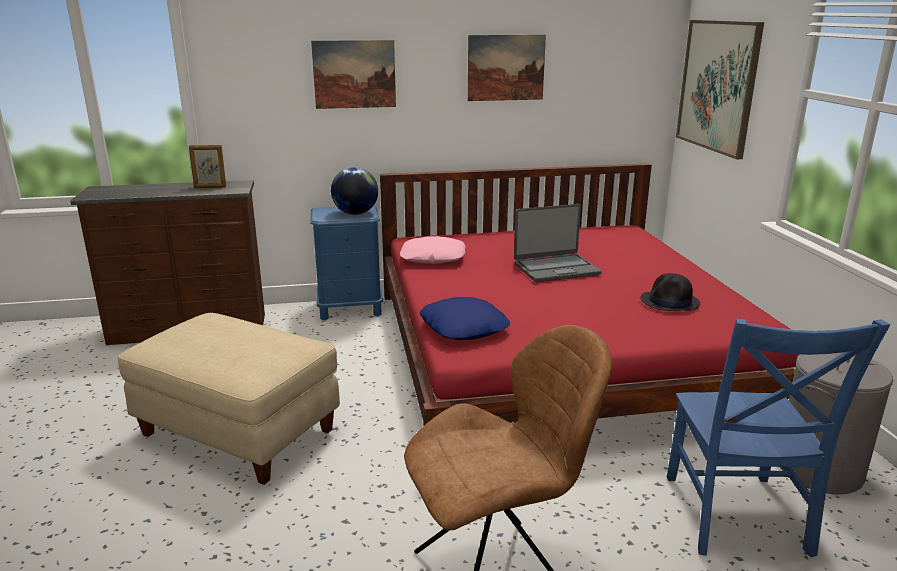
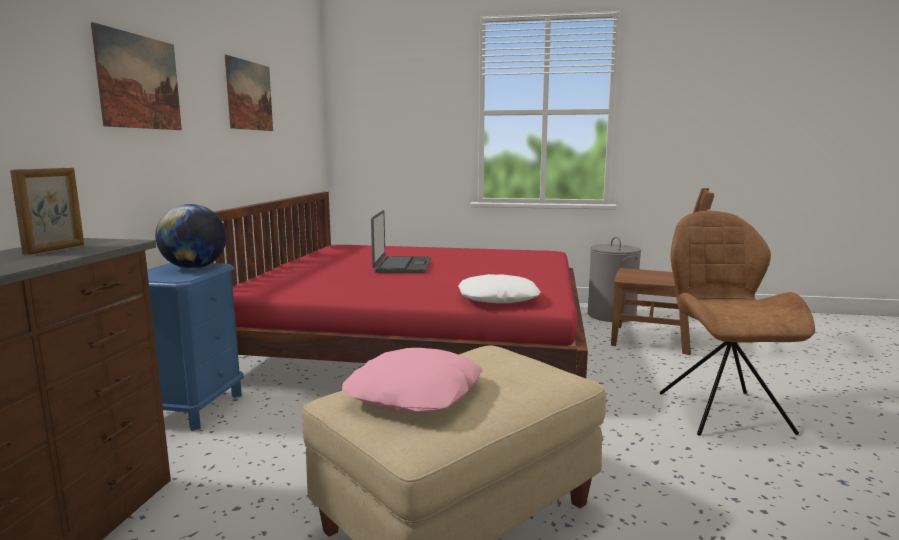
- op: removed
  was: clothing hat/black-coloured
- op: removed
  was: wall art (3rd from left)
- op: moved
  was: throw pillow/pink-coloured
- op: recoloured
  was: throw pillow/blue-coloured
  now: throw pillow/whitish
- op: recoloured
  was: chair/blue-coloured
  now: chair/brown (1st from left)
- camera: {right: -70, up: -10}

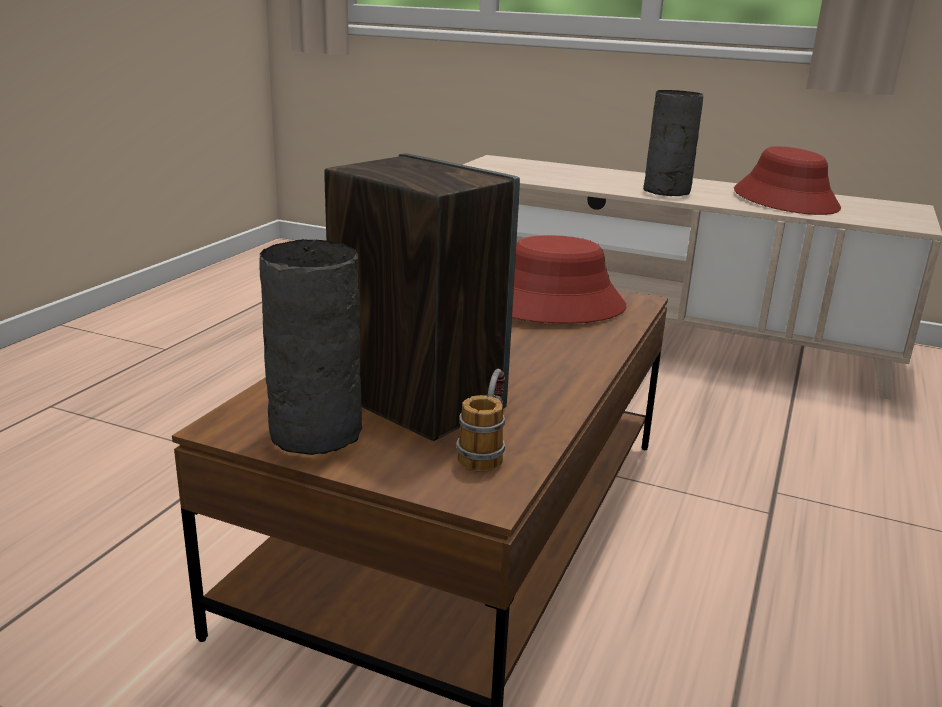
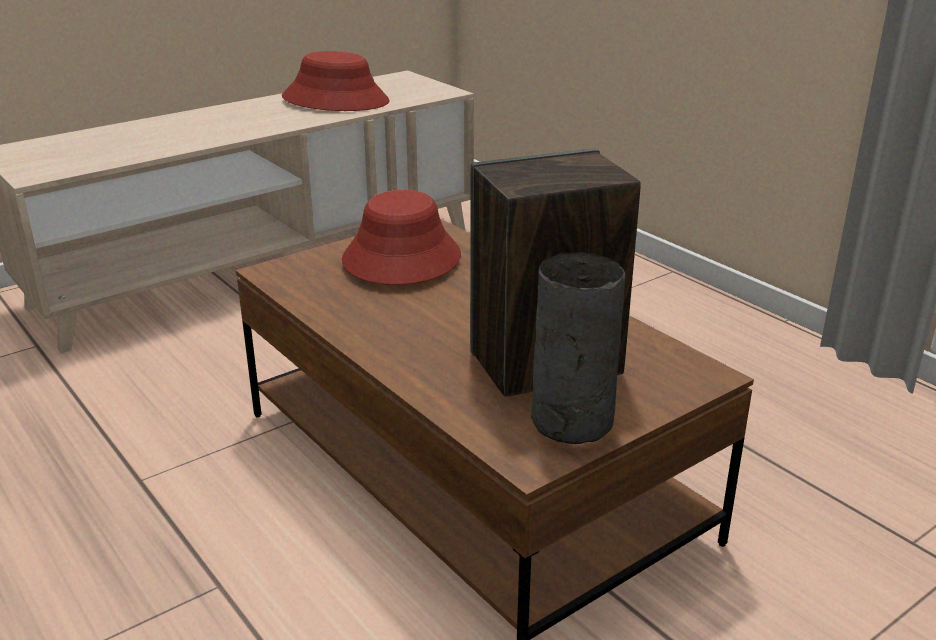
- op: removed
  was: coffee mug
- op: removed
  was: decorative vase/greyish (2nd from left)
- camera: {right: -60, up: 5}

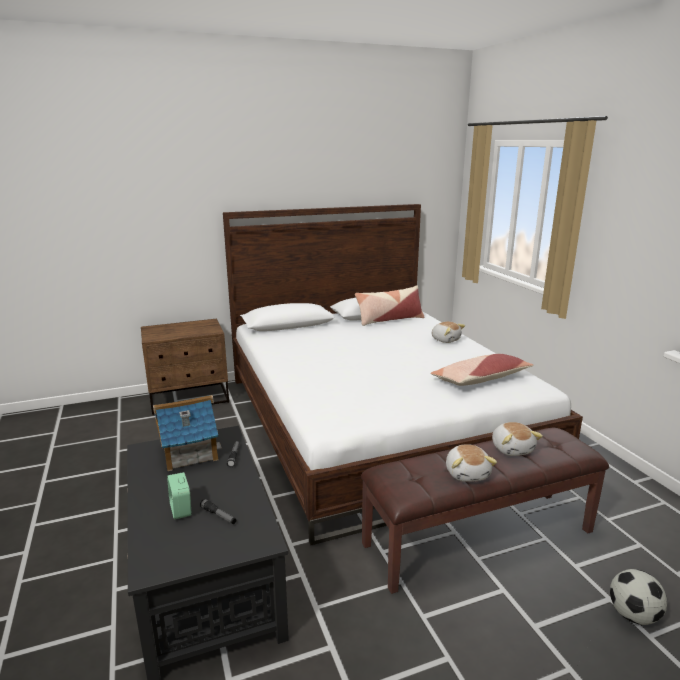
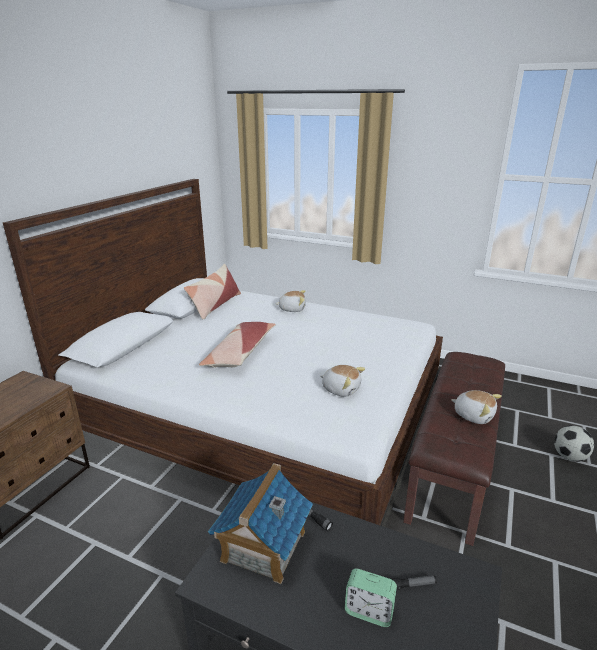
- op: moved
  was: throw pillow (2nd from left)
- op: moved
  was: cuddly toy (3rd from left in the first image)
  now: cuddly toy (2nd from left)
- camera: {right: -45, up: 5}

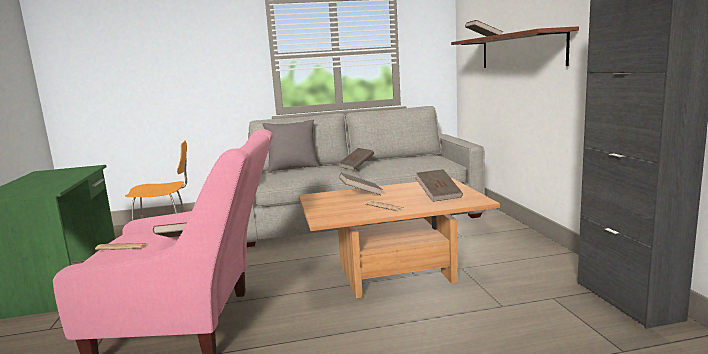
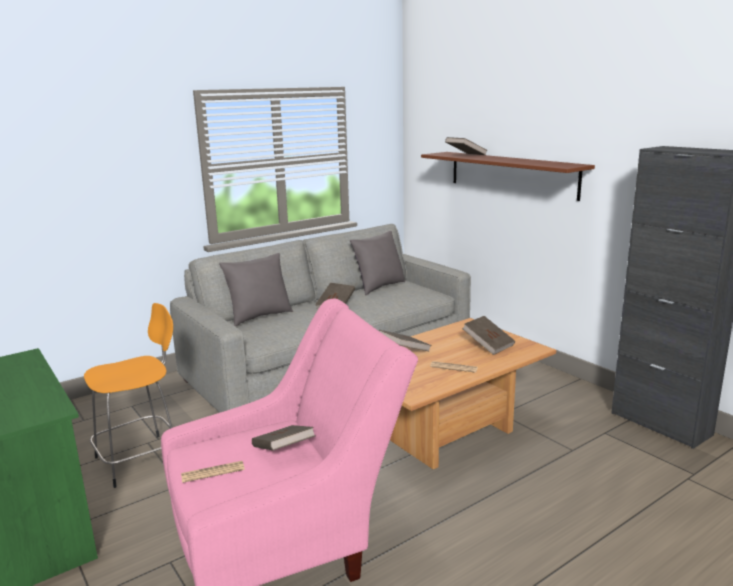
- op: added
  now: throw pillow/greyish (2nd from left)
- camera: {right: -25, up: 5}

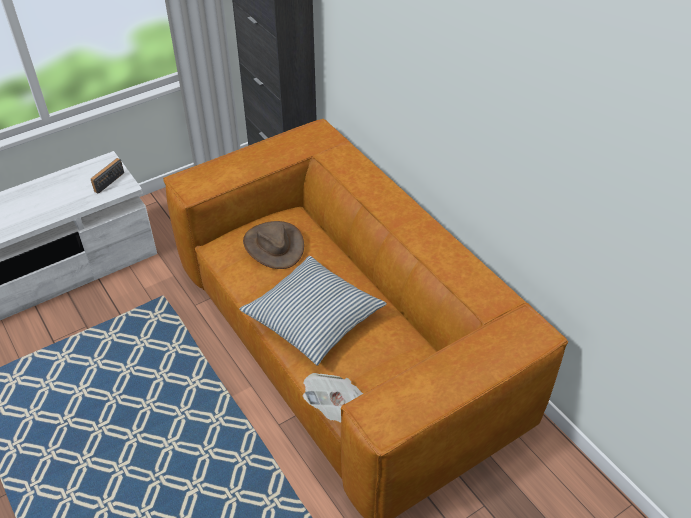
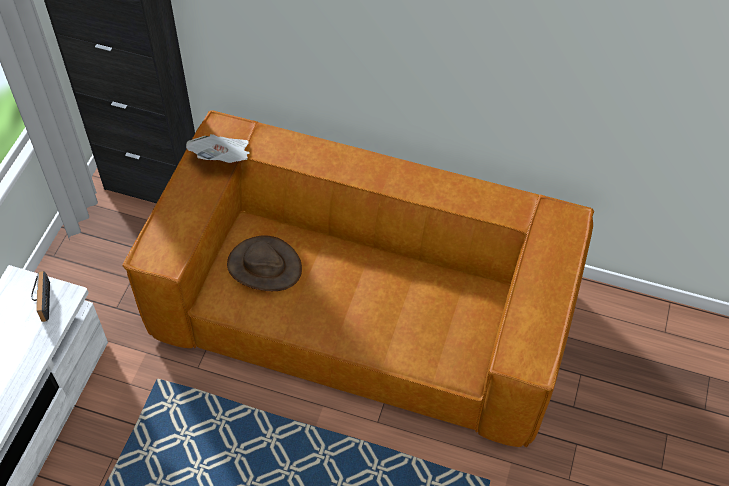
- op: removed
  was: throw pillow
- op: moved
  was: newspaper
- camera: {right: -40, up: 10}

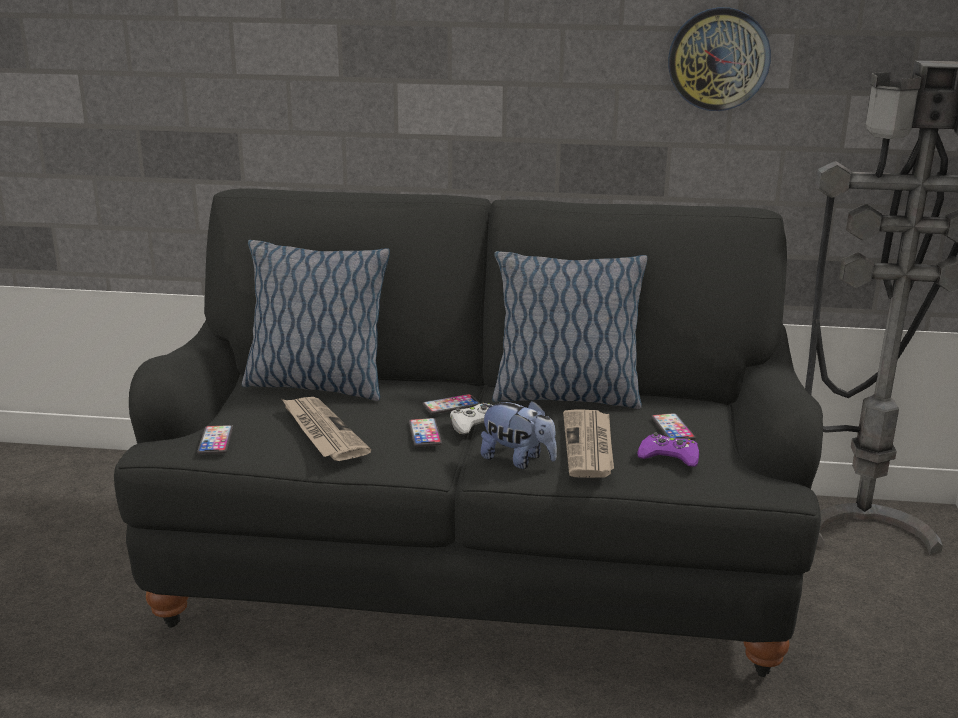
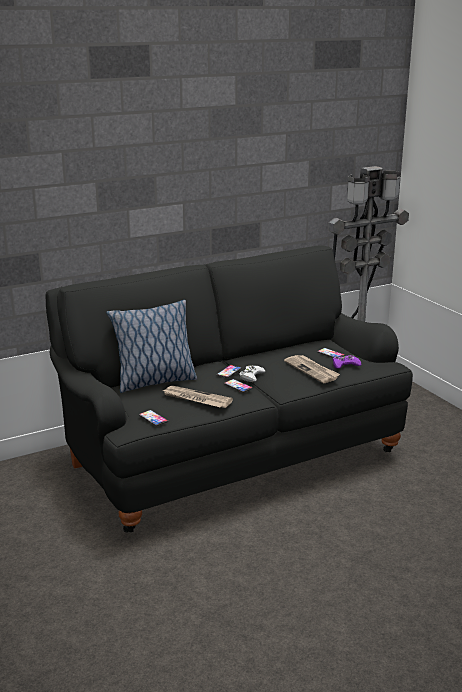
- op: removed
  was: cuddly toy
- op: removed
  was: throw pillow (2nd from left)
- op: removed
  was: wall clock
- camera: {right: -35, up: 0}

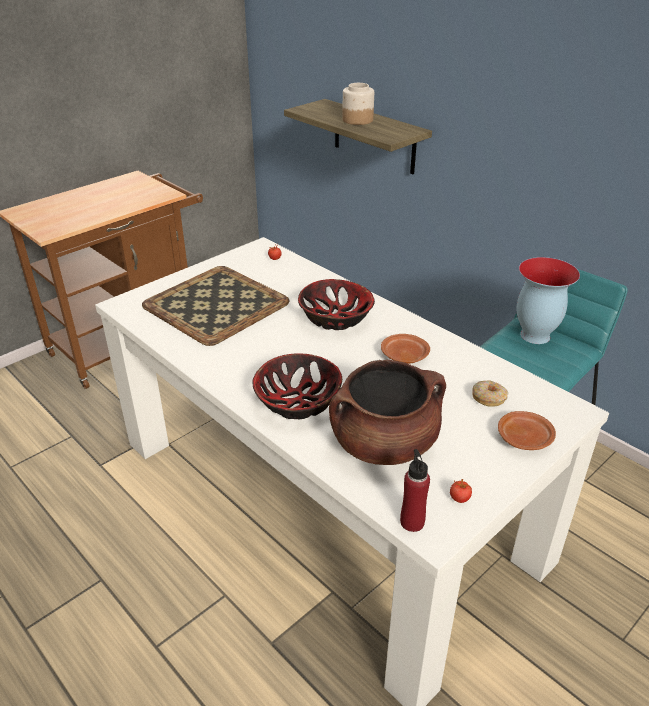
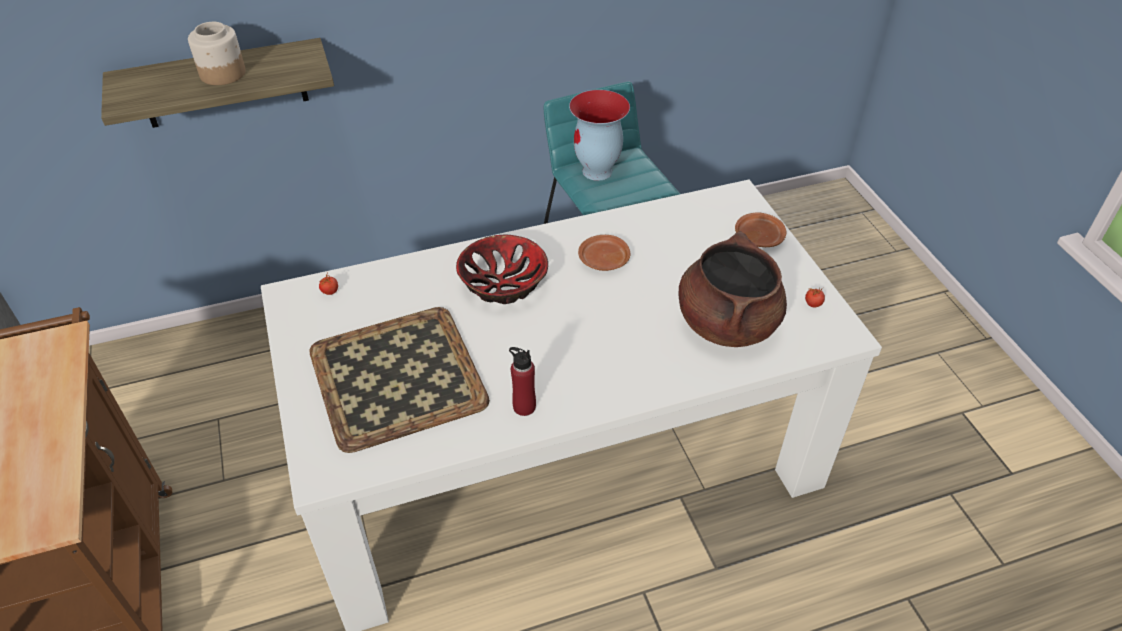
- op: removed
  was: serving bowl (1st from left)
- op: removed
  was: doughnut
- op: moved
  was: beverage bottle/reddish
- camera: {right: -65, up: 10}

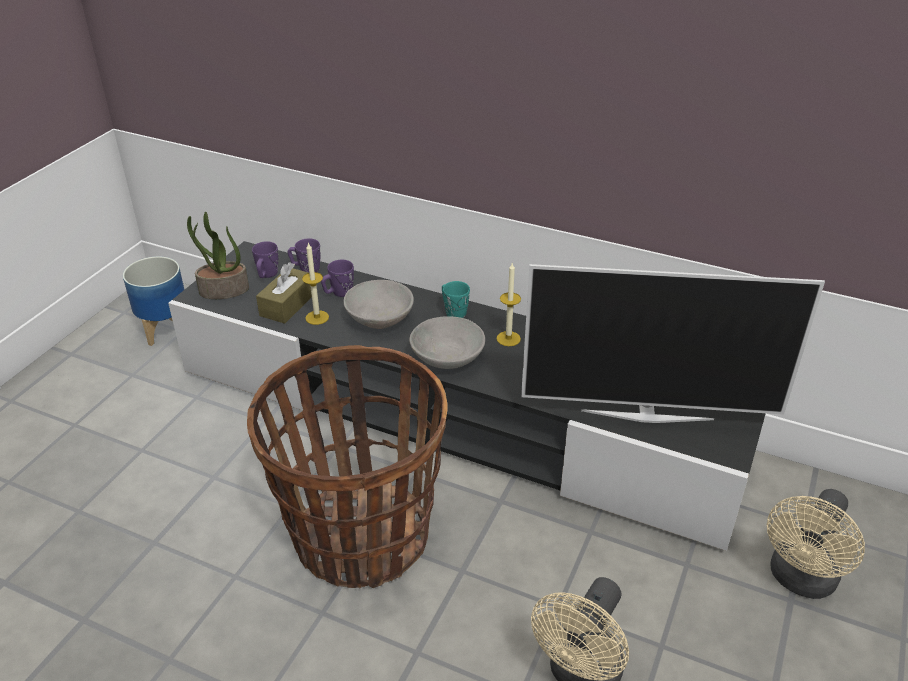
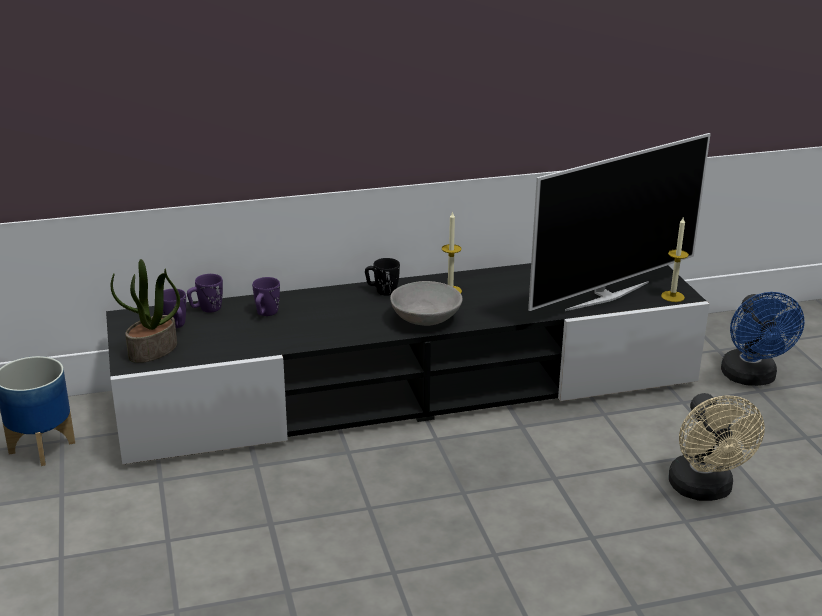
- op: removed
  was: storage basket
- op: removed
  was: tissue box/brown
- op: removed
  was: serving bowl/greyish (1st from left)
- op: moved
  was: candle (1st from left in the first image)
  now: candle (2nd from left)
- op: recoloured
  was: coffee mug/turquoise-coloured
  now: coffee mug/black-coloured
- op: recoloured
  was: electric fan/beige (2nd from left)
  now: electric fan/blue-coloured
- camera: {right: -40, up: -10}

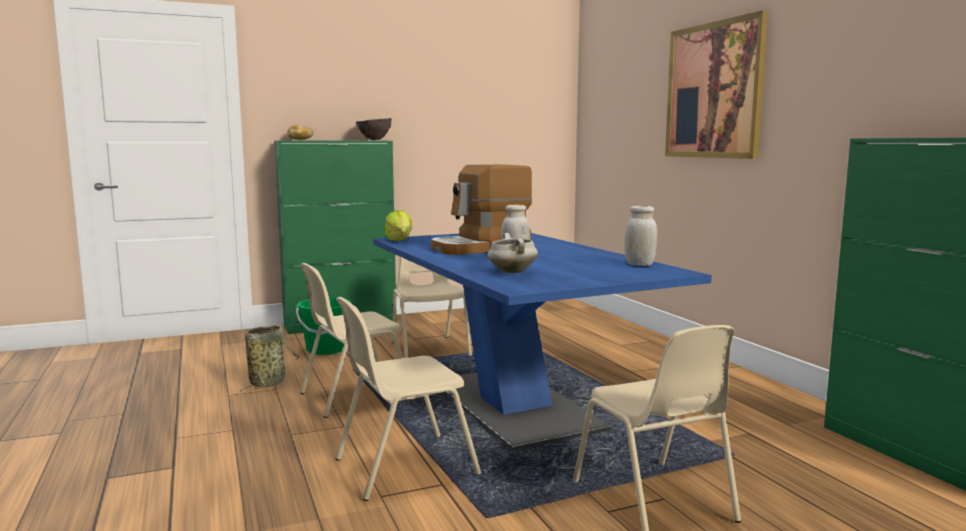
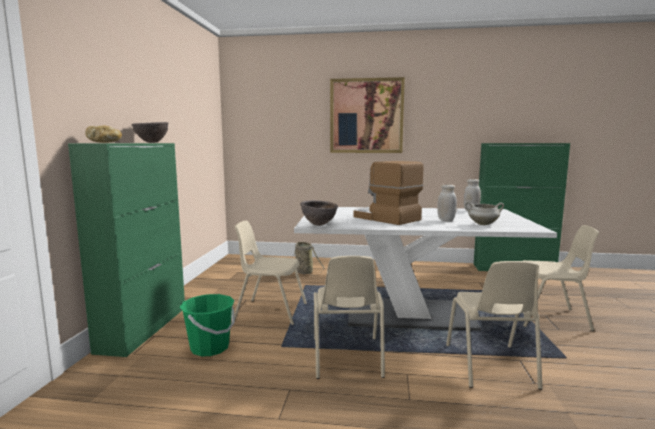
- op: moved
  was: storage basket
- op: replaced
  was: lettuce
  now: serving bowl/brown (2nd from left)
- op: recoloured
  was: kitchen table/blue-coloured
  now: kitchen table/whitish
- op: turned
  was: coffee maker
  clockwise: 135
- camera: {right: -60, up: 0}

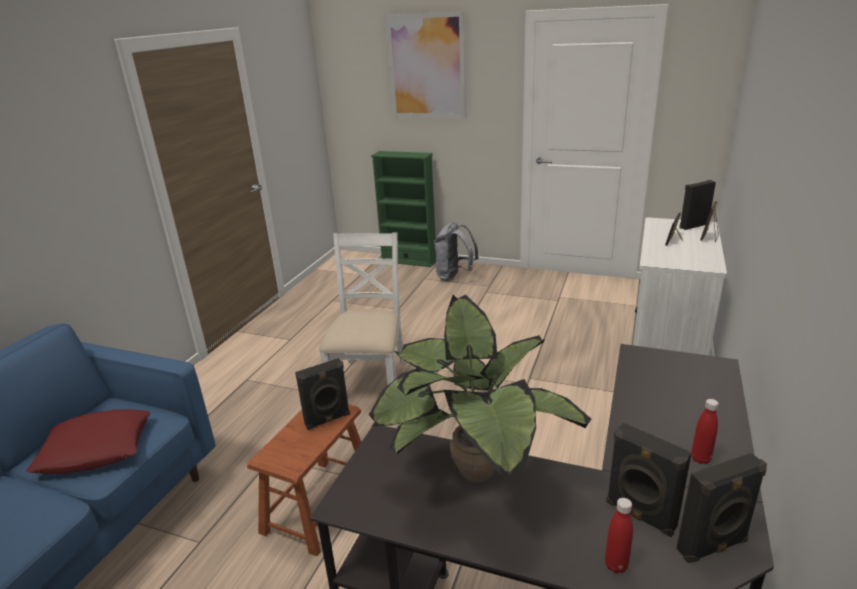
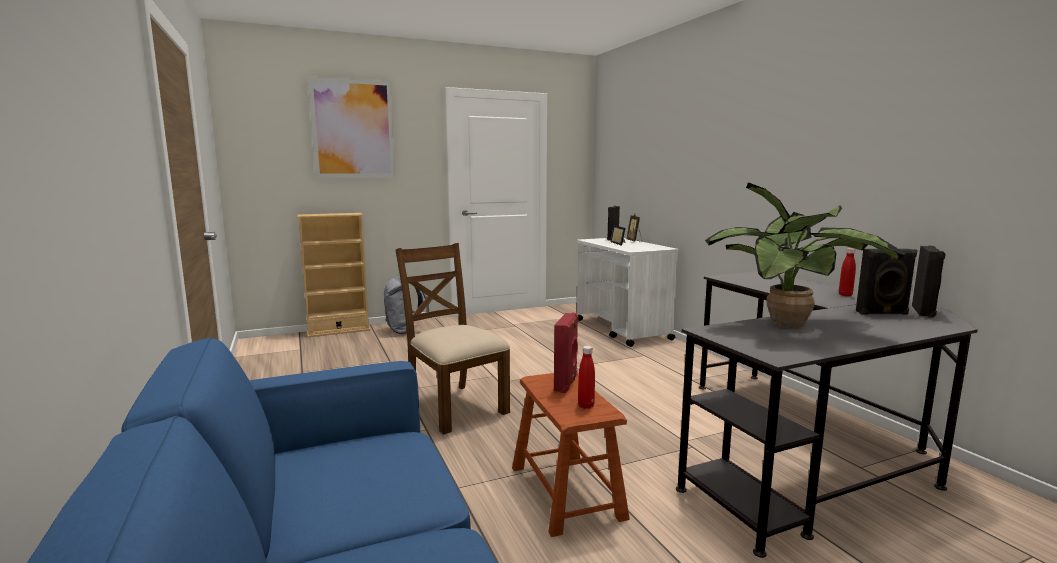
- op: removed
  was: throw pillow/reddish
- op: moved
  was: beverage bottle/reddish (1st from left)
- op: recoloured
  was: speaker/black-coloured (1st from left)
  now: speaker/reddish
- op: recoloured
  was: chair/whitish
  now: chair/brown
- op: recoloured
  was: bookshelf/greenish
  now: bookshelf/beige
- camera: {right: -45, up: -15}

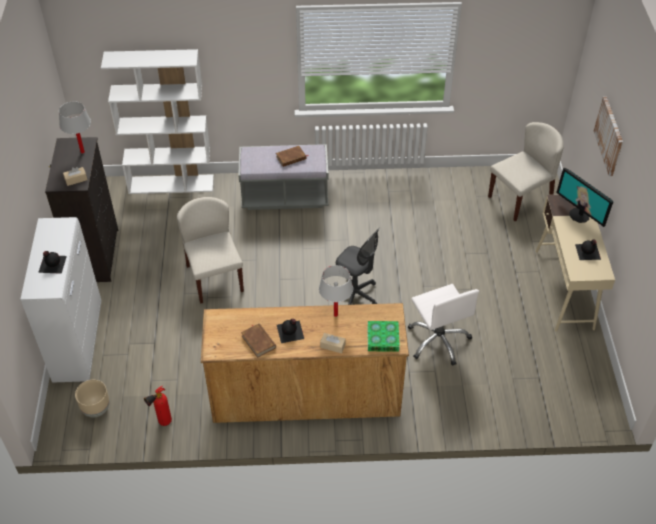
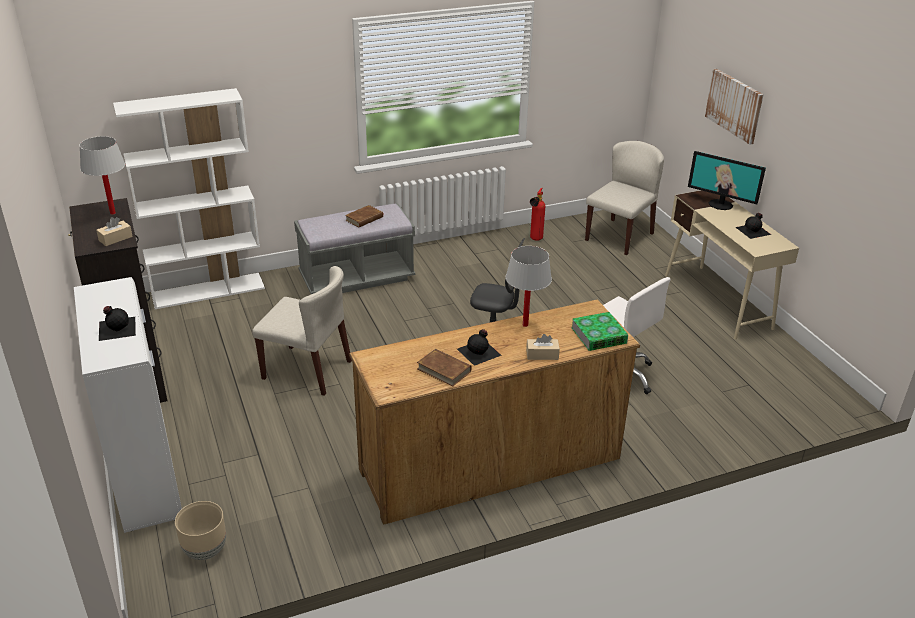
- op: moved
  was: fire-fighting cylinder
- op: turned
  was: chair/beige (1st from left)
  clockwise: 150
- camera: {right: -20, up: -15}

